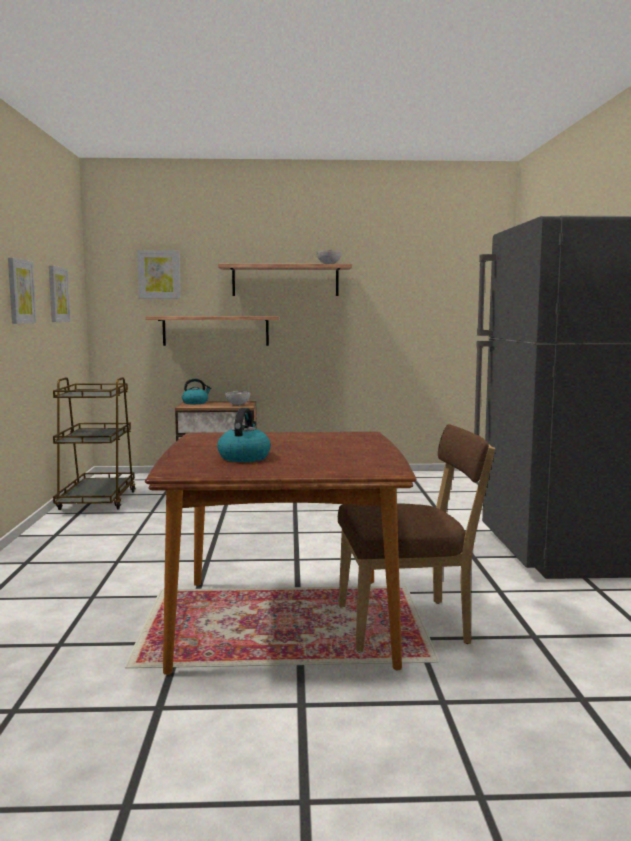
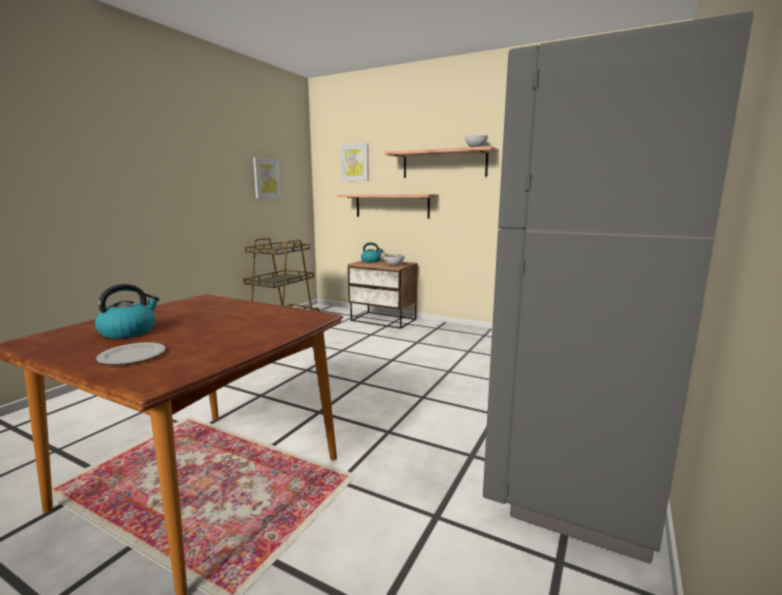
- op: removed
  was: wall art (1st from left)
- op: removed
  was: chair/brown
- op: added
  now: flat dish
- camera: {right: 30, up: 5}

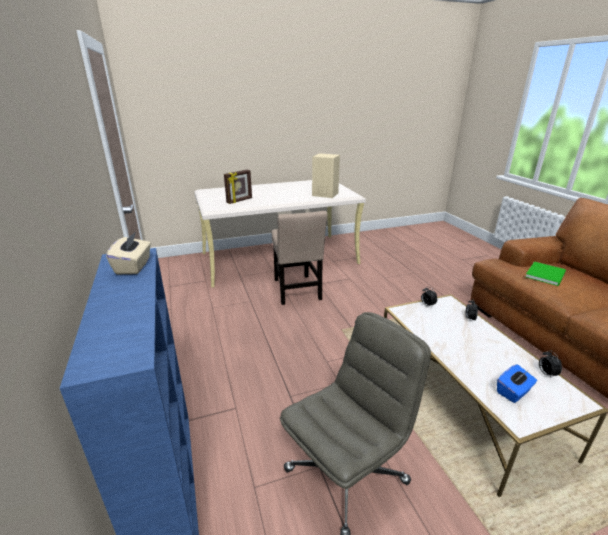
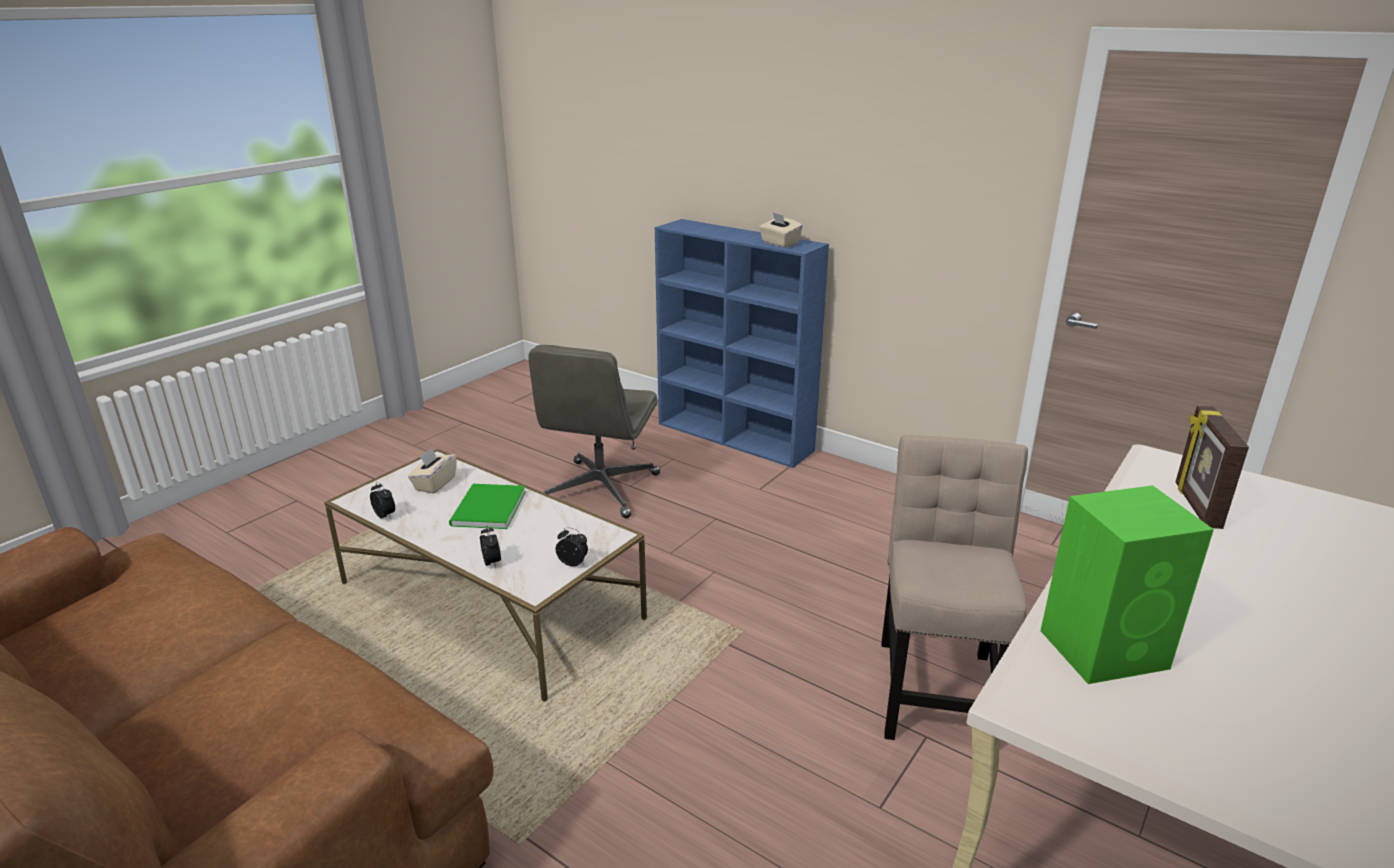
- op: moved
  was: bound book/greenish
- op: recoloured
  was: speaker/beige
  now: speaker/greenish
- op: recoloured
  was: tissue box/blue-coloured
  now: tissue box/beige (1st from left)
- op: turned
  was: chair/beige
  clockwise: 60
- camera: {right: 145, up: 0}

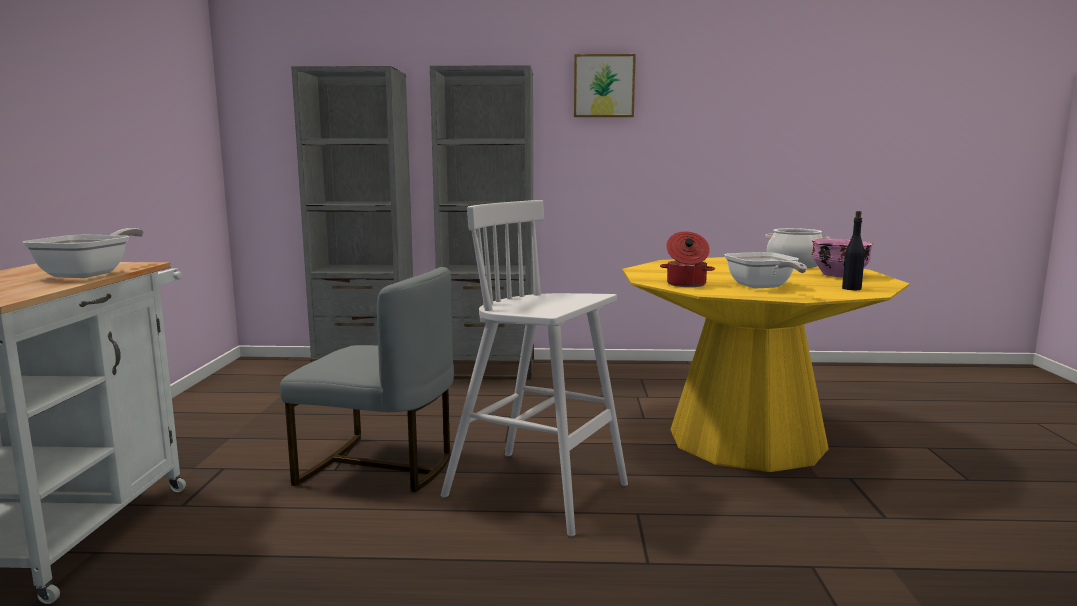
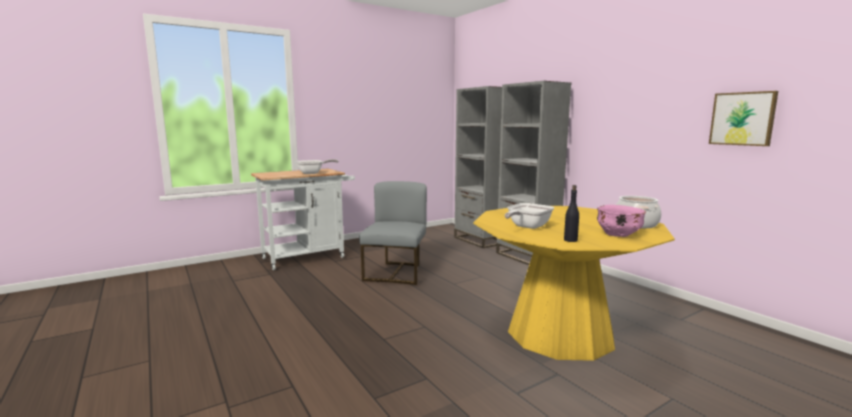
- op: removed
  was: sitting stool/whitish
- op: removed
  was: stockpot (1st from left)
- op: moved
  was: wall art
- op: turned
  was: chair/greyish
  clockwise: -150
- camera: {right: 55, up: 0}

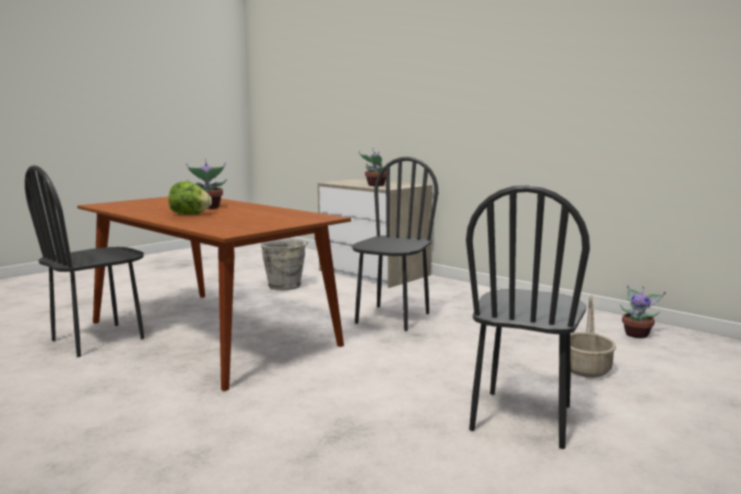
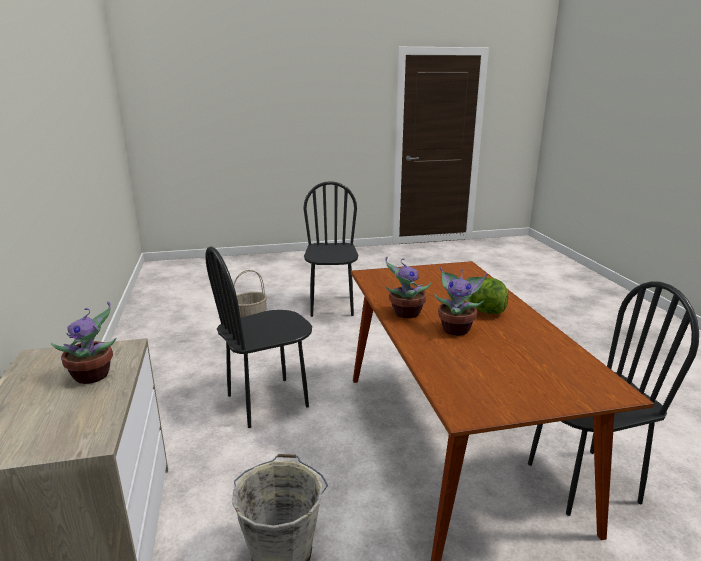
- op: moved
  was: plant in a pot (3rd from left in the first image)
  now: plant in a pot (2nd from left)
- op: turned
  was: chair/black-coloured (3rd from left in the first image)
  clockwise: -60
- camera: {right: -145, up: 10}

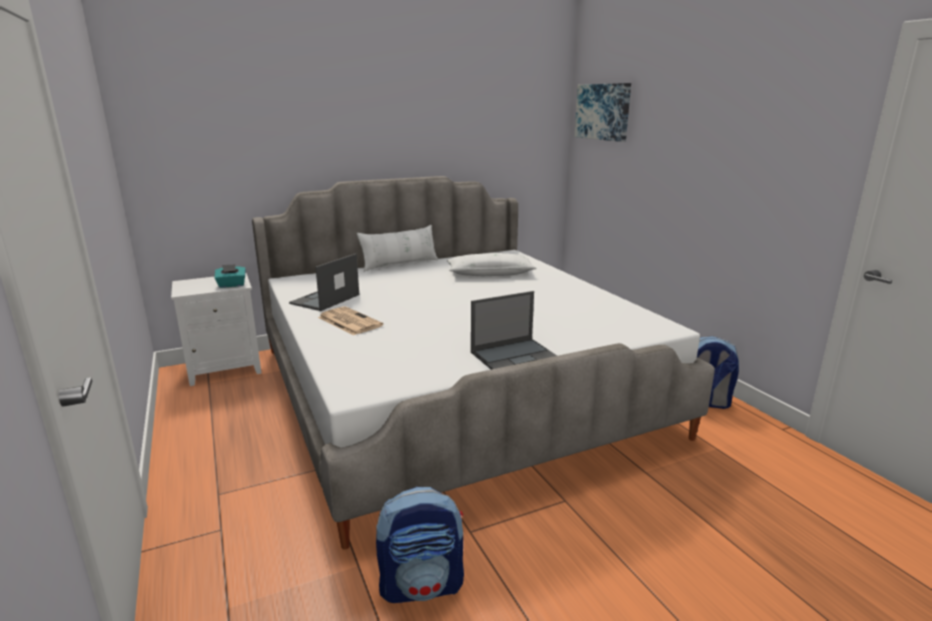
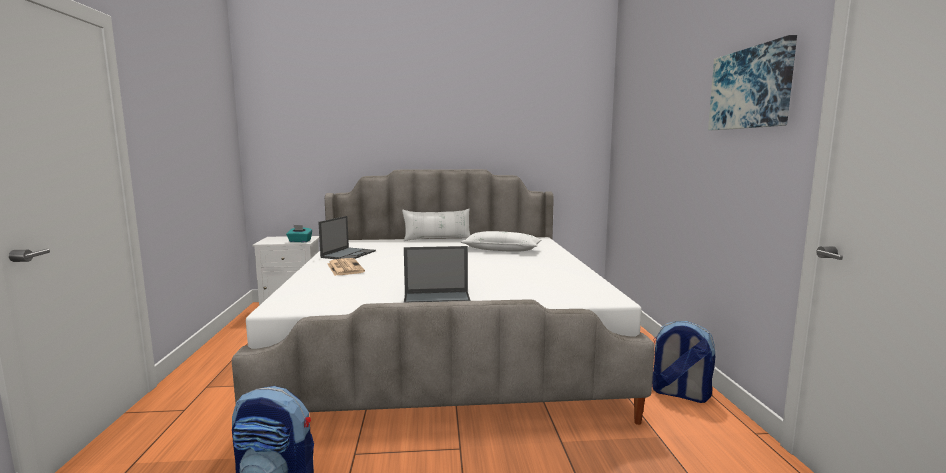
- op: moved
  was: wall art
- op: turned
  was: notebook computer (1st from left)
  clockwise: 150
- camera: {right: 20, up: -10}

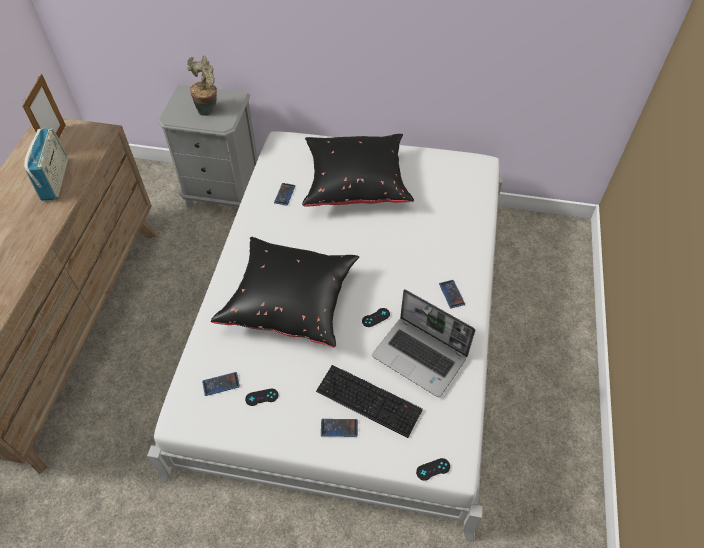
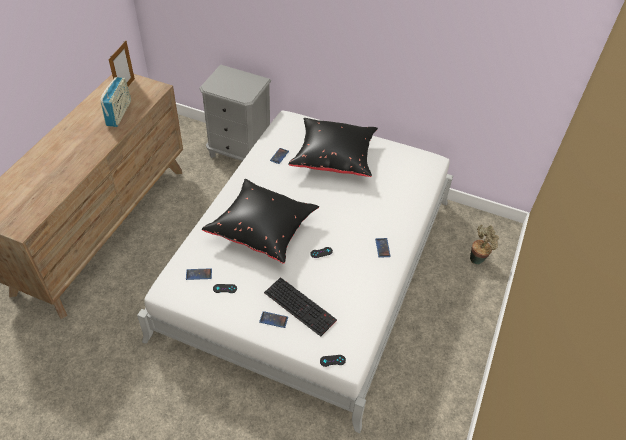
- op: removed
  was: notebook computer
- op: moved
  was: plant in a pot
- camera: {right: 10, up: -5}

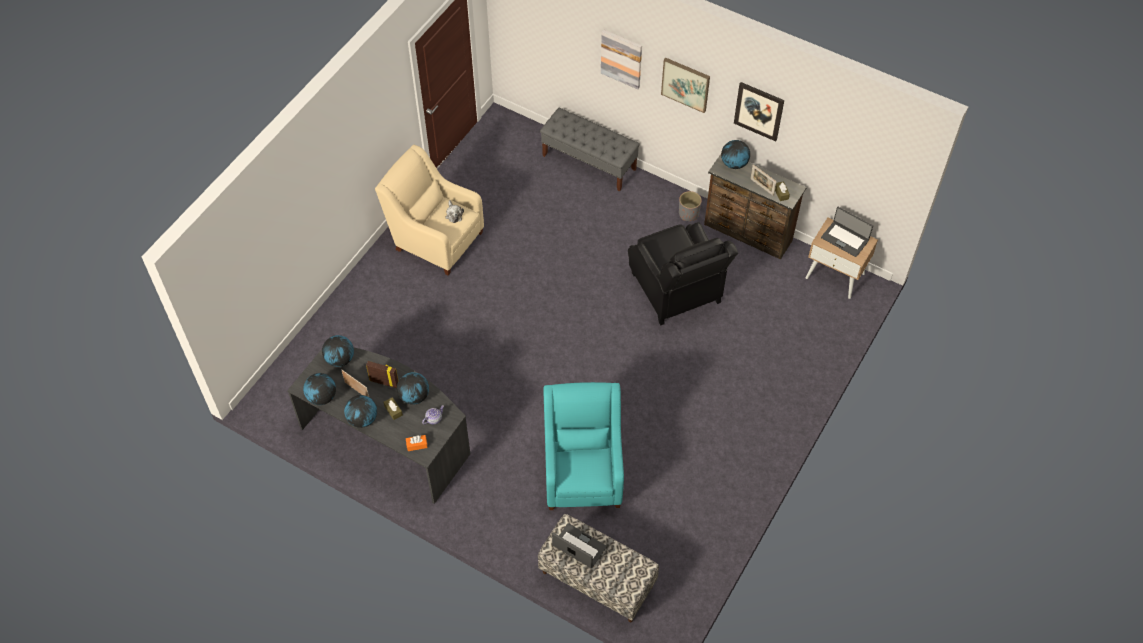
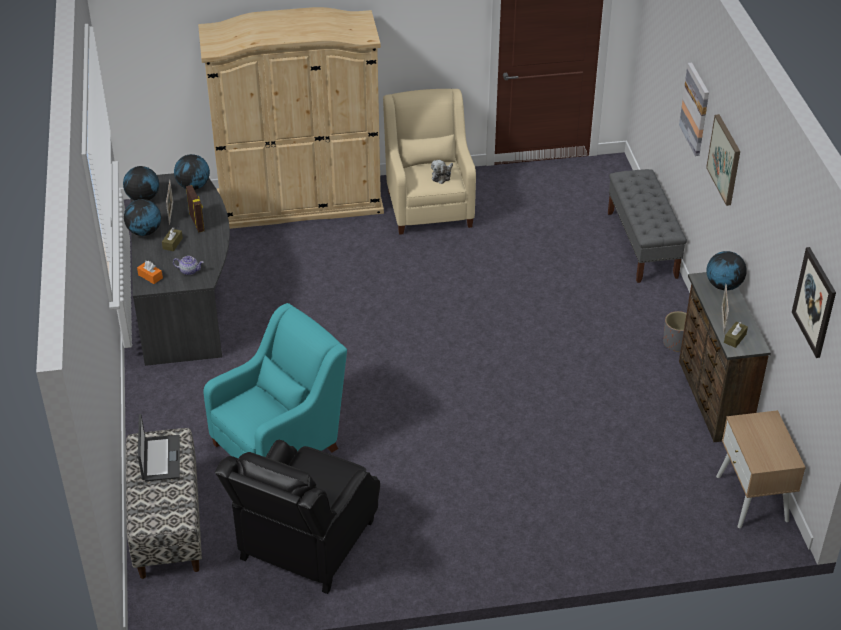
- op: removed
  was: world globe (4th from left)
- op: removed
  was: notebook computer (2nd from left)
- op: added
  now: wardrobe/beige
- op: moved
  was: lounge chair/black-coloured
- op: moved
  was: wall art (3rd from left)
- camera: {right: 50, up: -15}

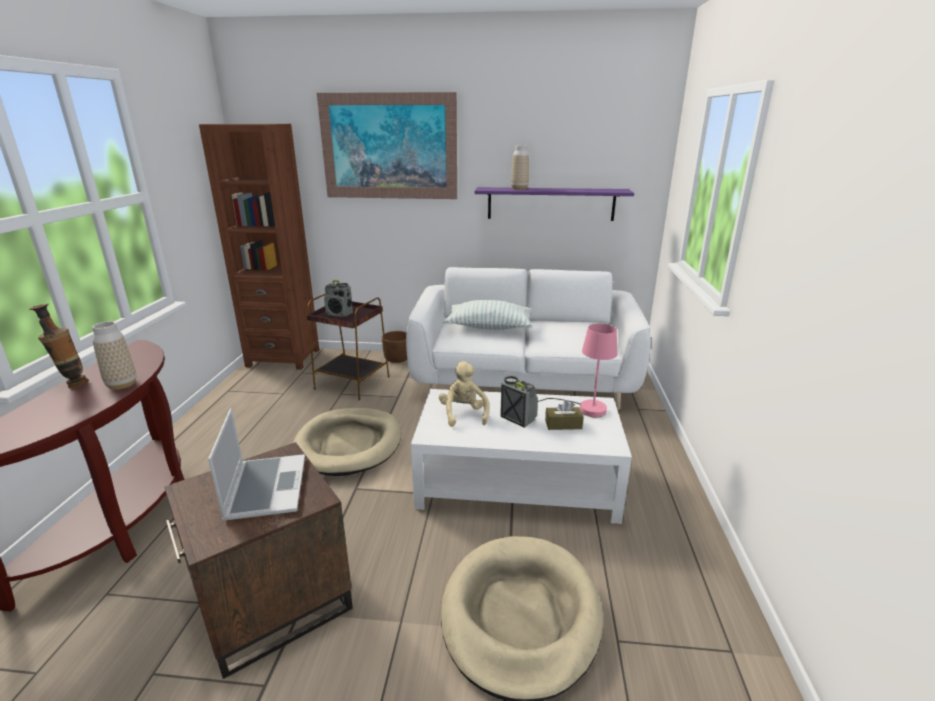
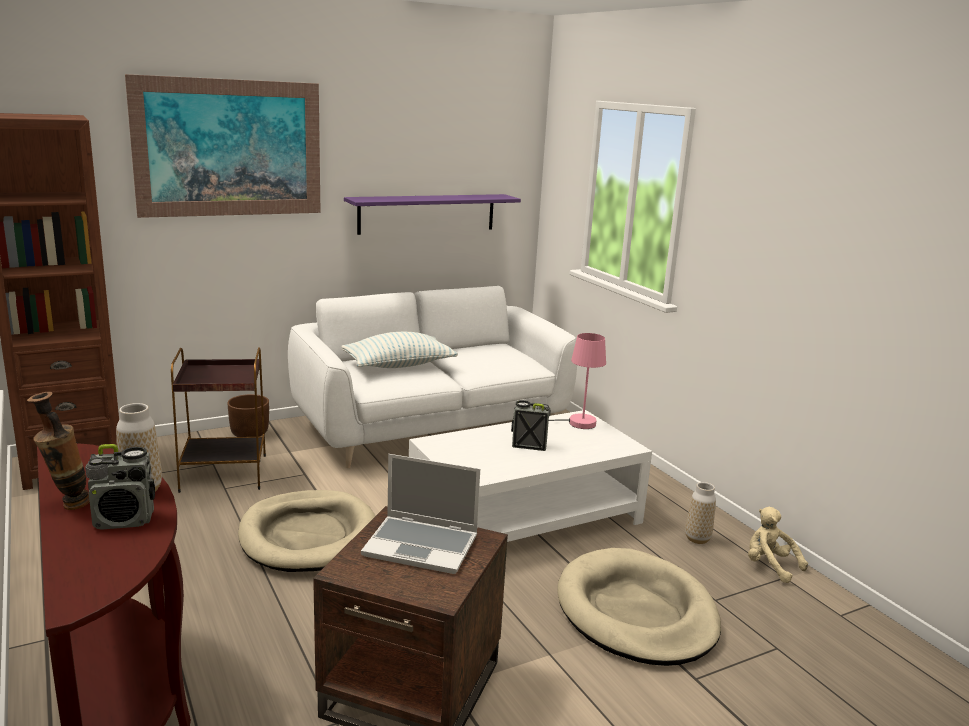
- op: removed
  was: tissue box/brown
- op: moved
  was: radio (1st from left)
- op: moved
  was: cuddly toy/beige
- op: moved
  was: decorative vase (3rd from left)
- op: turned
  was: notebook computer
  clockwise: 150
- camera: {right: -35, up: -5}

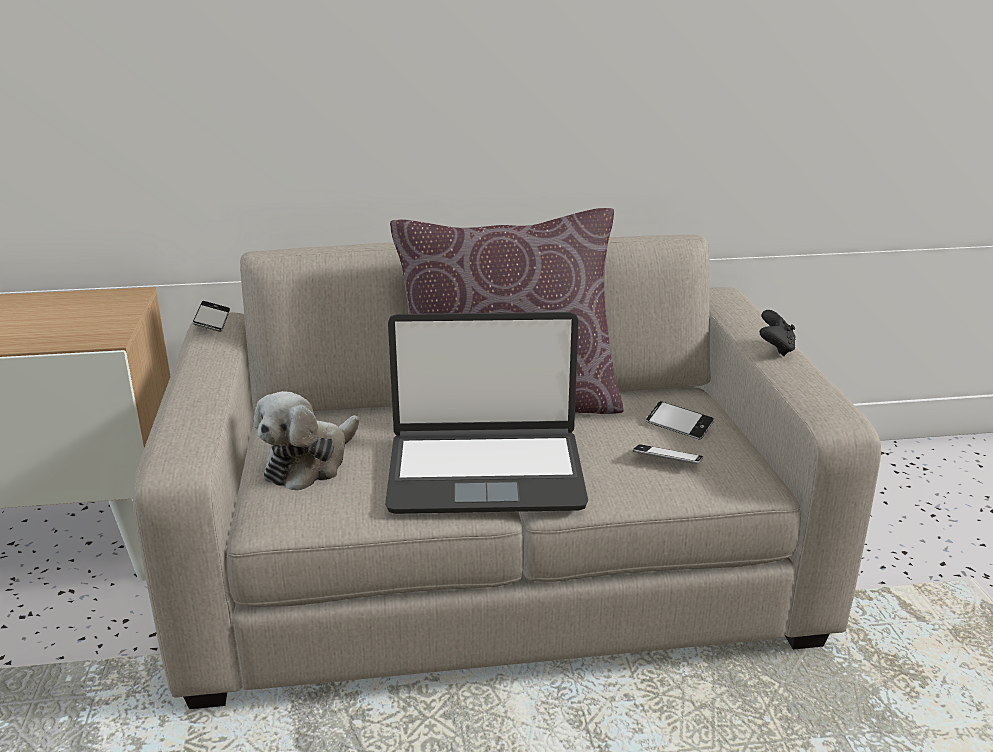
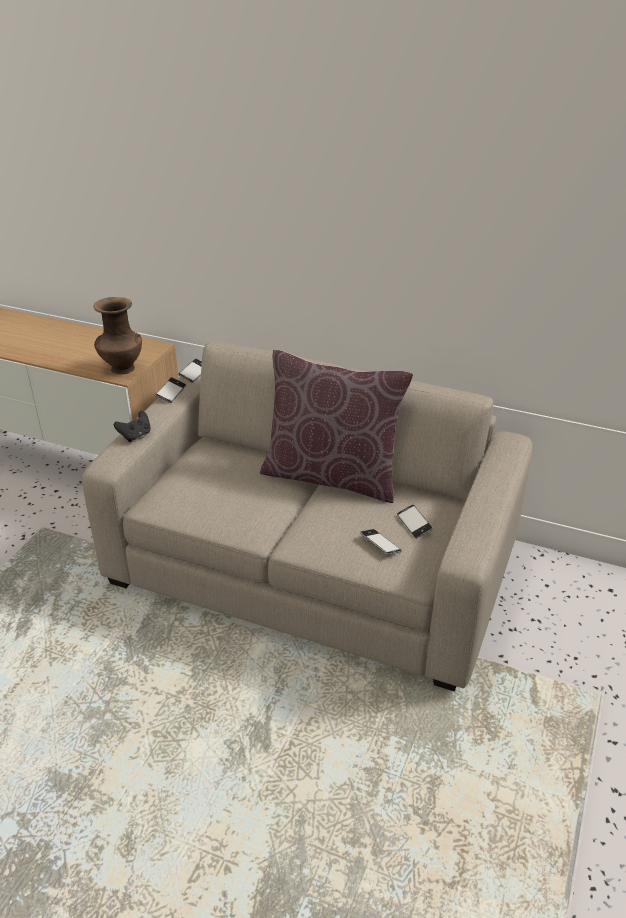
- op: removed
  was: cuddly toy
- op: removed
  was: notebook computer
- op: added
  now: decorative vase/brown
- op: added
  now: handset (1st from left)
- op: moved
  was: game controller/black-coloured
- camera: {right: 30, up: 10}

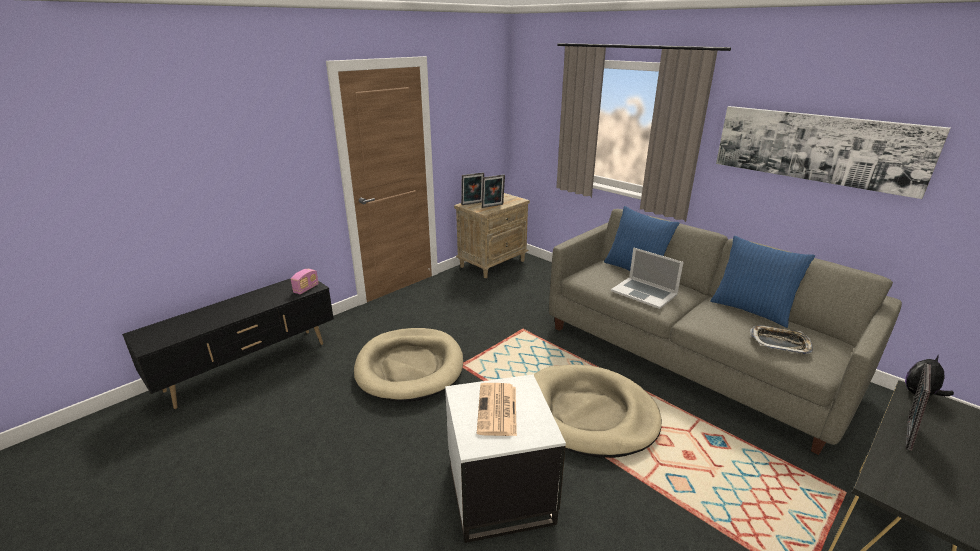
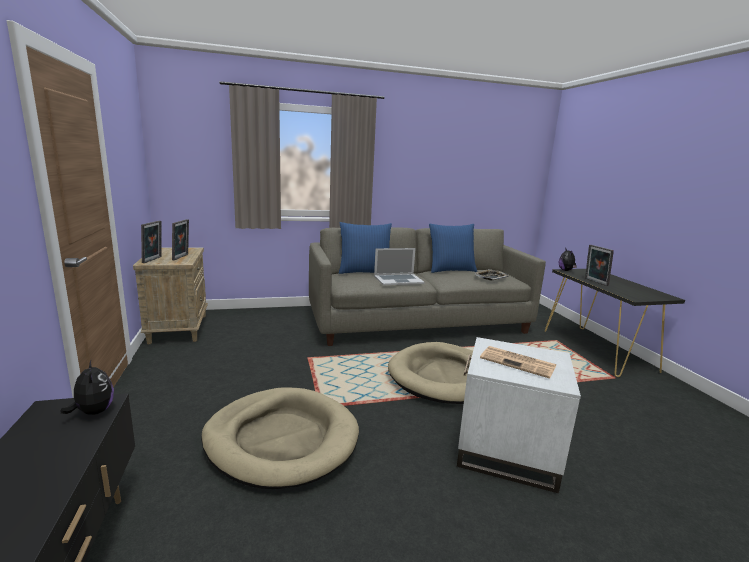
- op: removed
  was: wall art
- op: replaced
  was: radio
  now: cuddly toy (1st from left)
- camera: {right: -60, up: -10}

